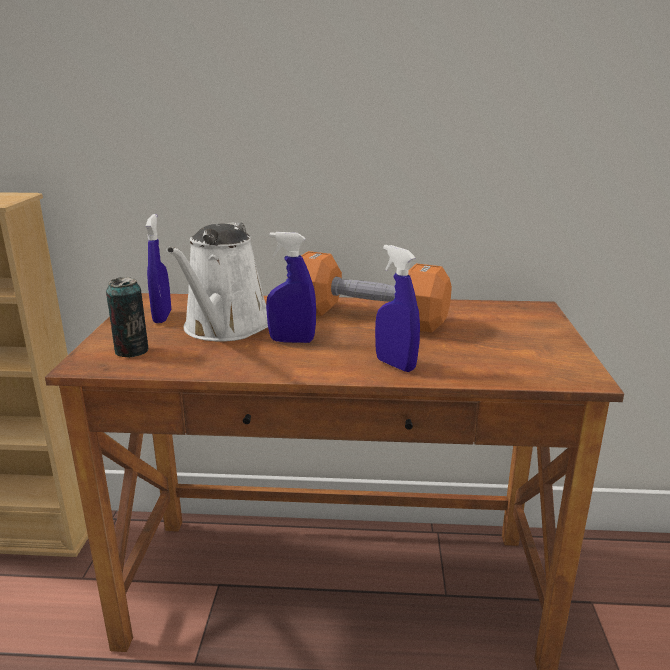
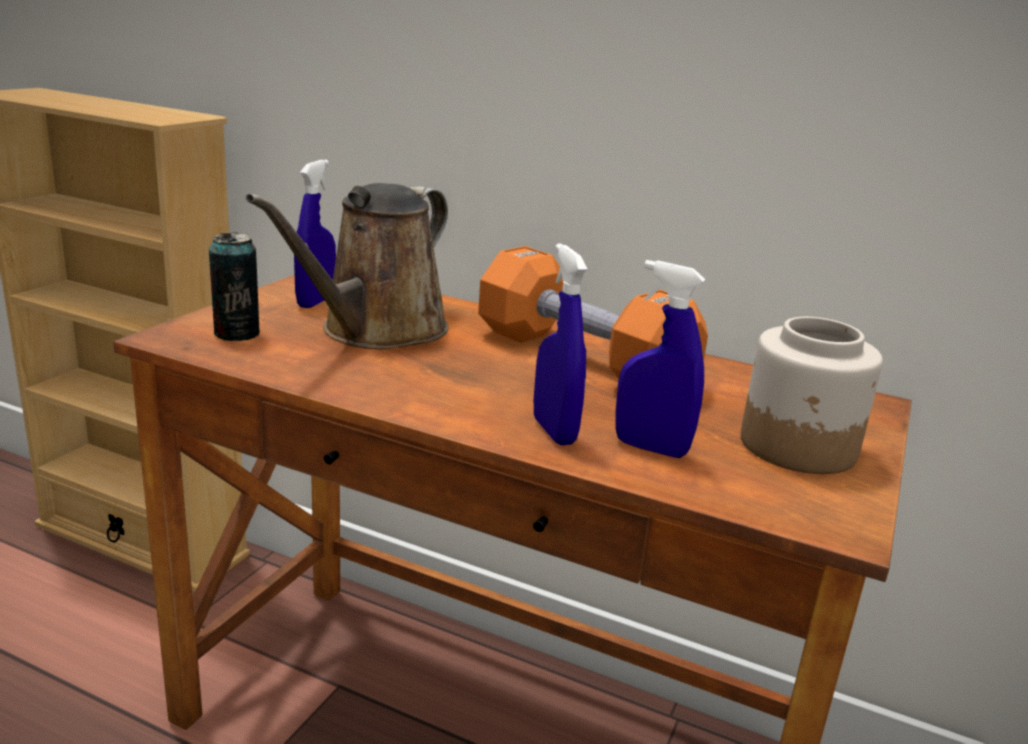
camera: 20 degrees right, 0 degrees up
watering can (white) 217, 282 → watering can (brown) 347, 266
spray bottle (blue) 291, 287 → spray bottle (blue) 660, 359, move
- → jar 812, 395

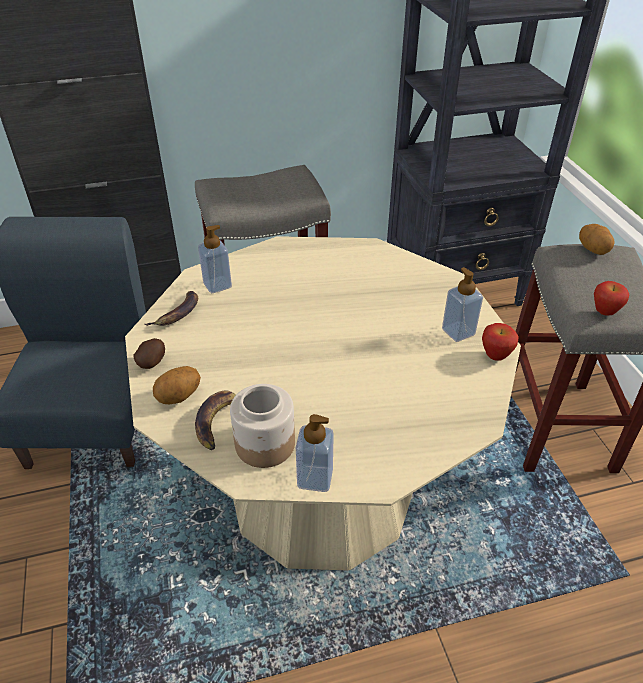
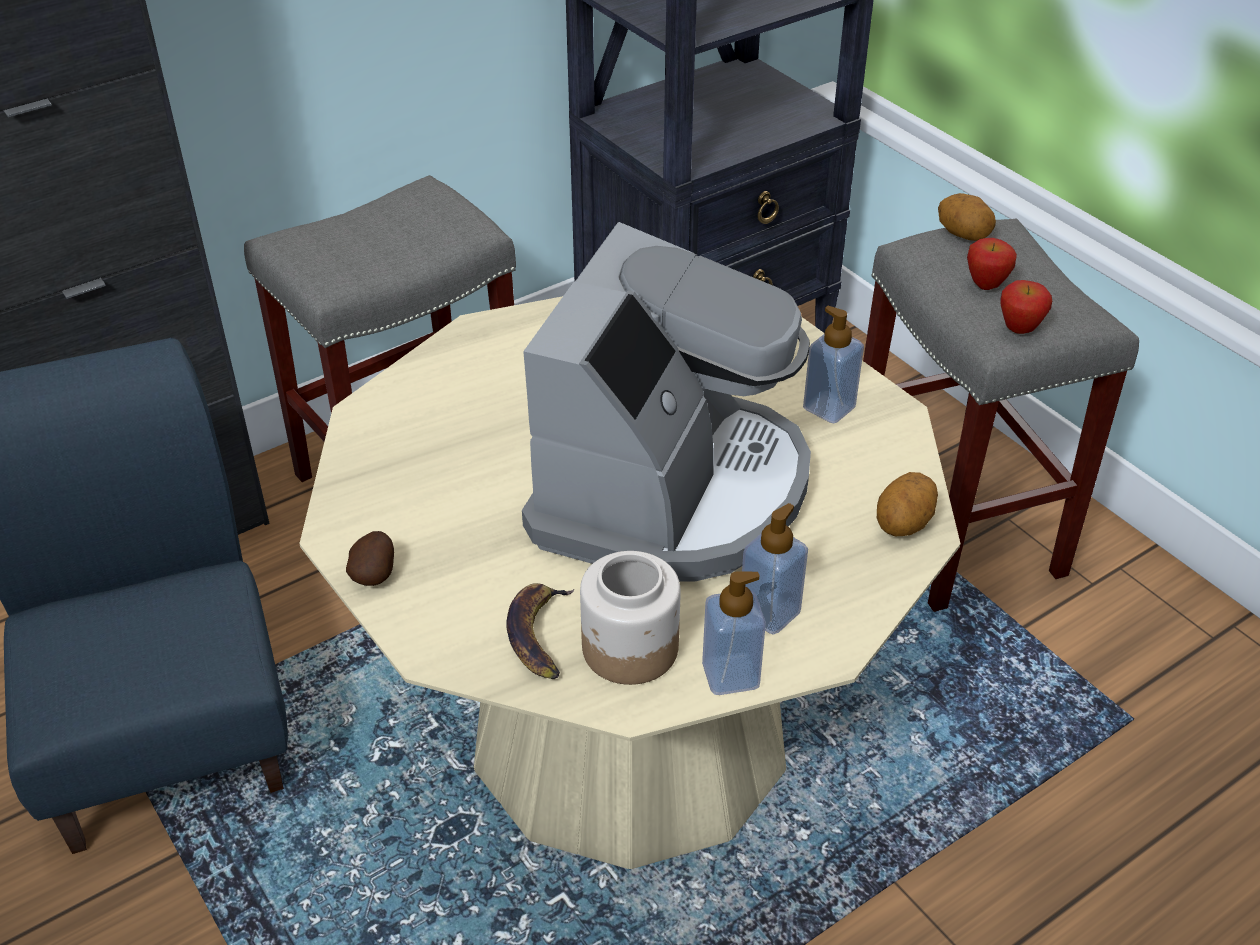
camera: 20 degrees left, 0 degrees up
banana 171, 308 → -
potato 177, 385 → potato 907, 504, move
soap dispenser 215, 259 → soap dispenser 775, 569, move
apple 500, 342 → apple 992, 264, move
- → coffee machine 666, 402

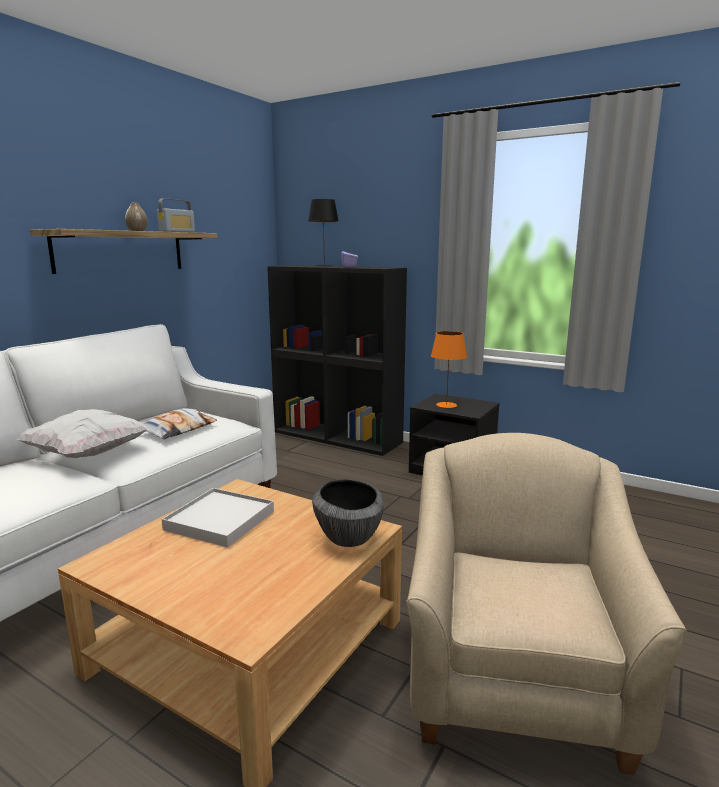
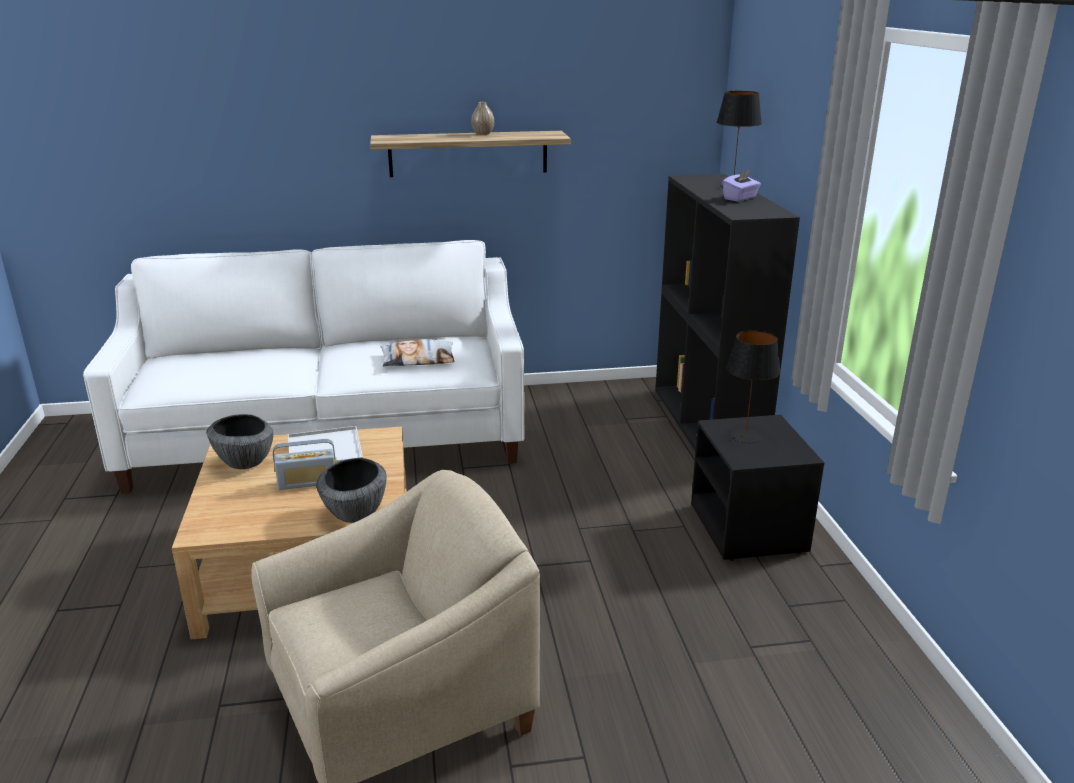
camera: 50 degrees right, 10 degrees up
pillow (white) 83, 433 → -
radio 176, 215 → radio 305, 464, move
table lamp (orange) 449, 369 → table lamp (black) 753, 386
- → bowl 239, 441

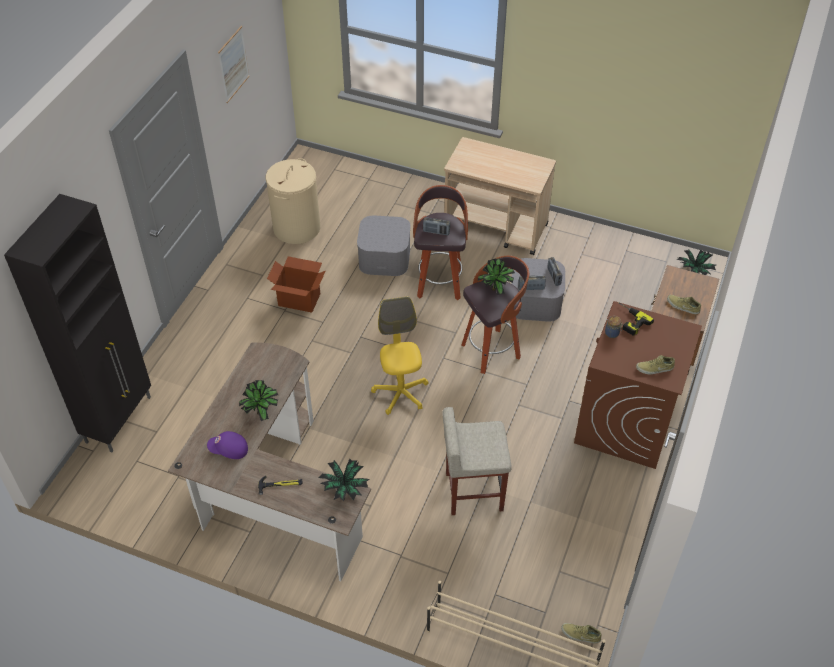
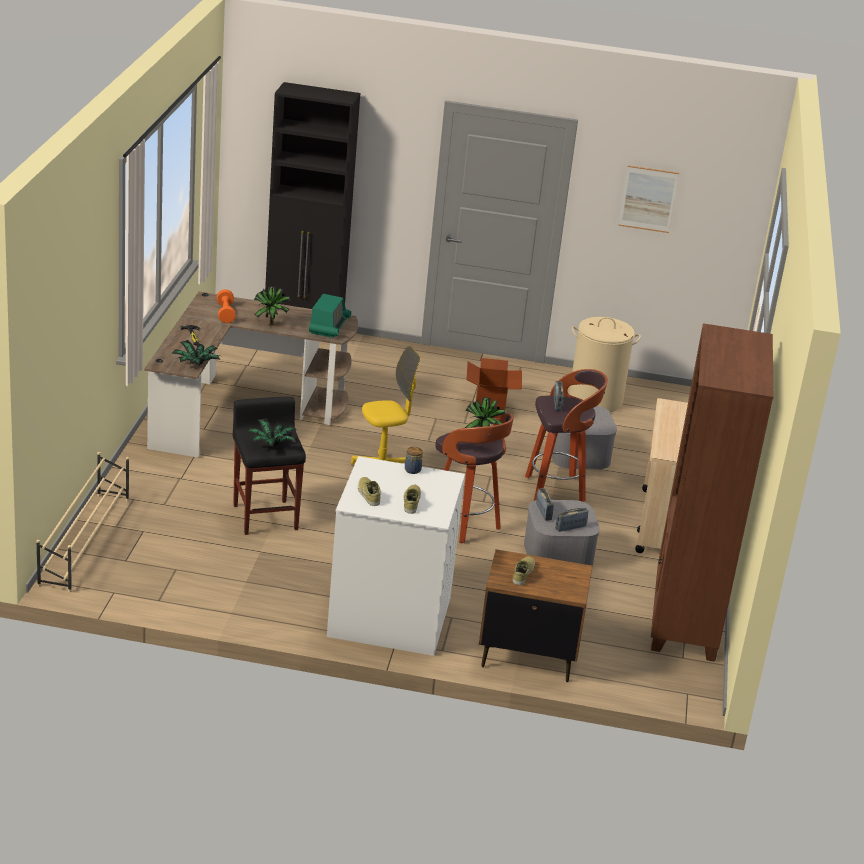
camera: 75 degrees right, 20 degrees down
cap (purple) 227, 445 → dumbbell (orange) 226, 306
stool (beige) 477, 461 → stool (black) 269, 466
shoe (beige) 581, 633 → shoe (beige) 412, 499, move
washing machine (brown) 638, 385 → washing machine (white) 396, 556
power drill 636, 319 → -
potted plant 696, 262 → potted plant 272, 432, move
- → radio 330, 316
- → bookcase (brown) 712, 492

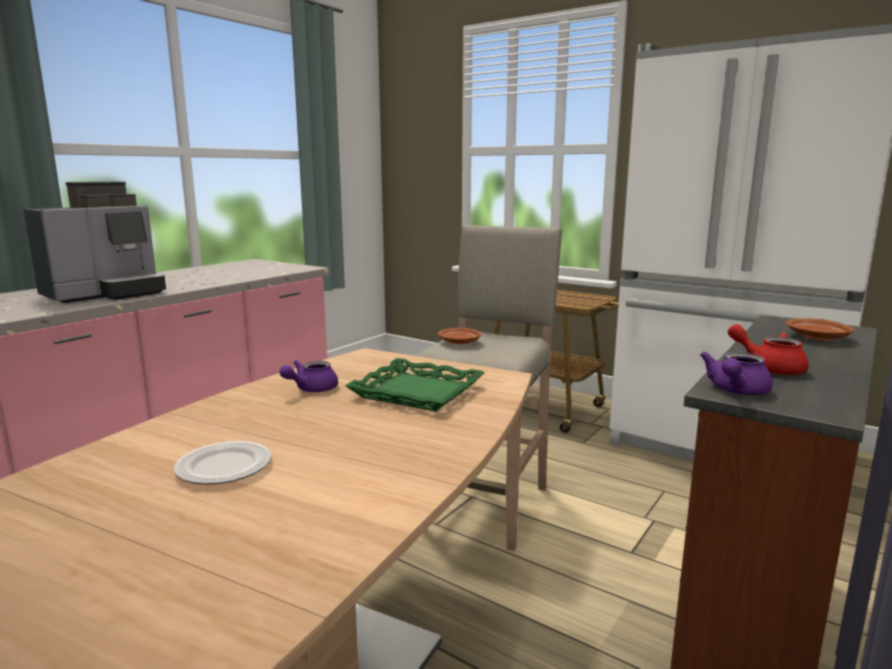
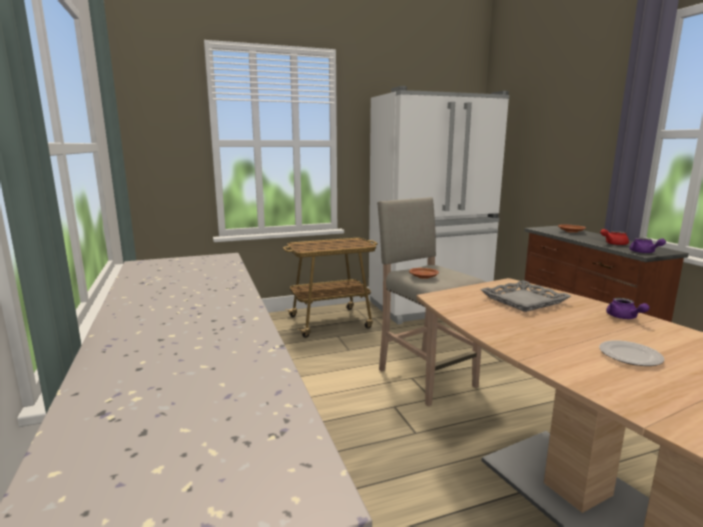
camera: 55 degrees left, 0 degrees up
coffee machine 94, 242 → -
teapot (purple) 309, 376 → teapot (purple) 628, 308, move
tray (green) 415, 384 → tray (grey) 526, 296

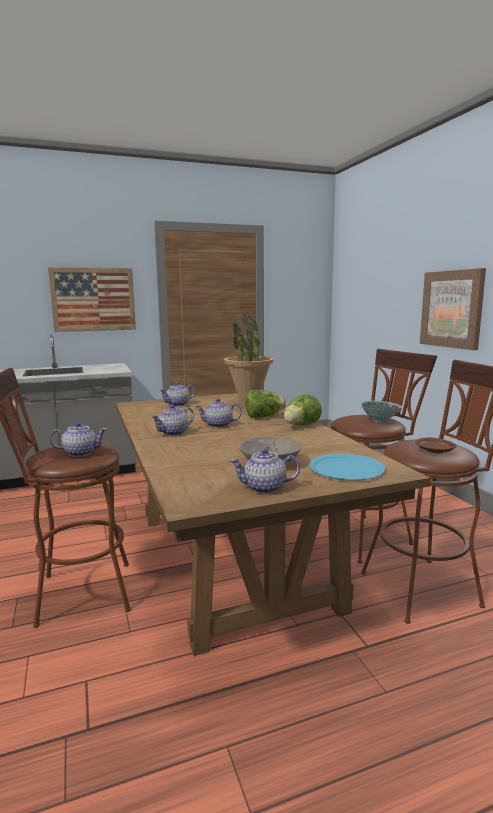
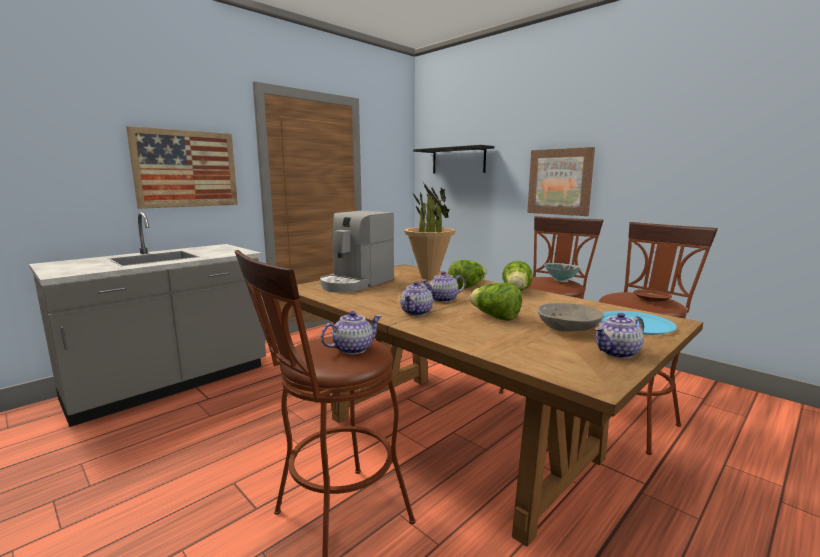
camera: 25 degrees left, 0 degrees up
teapot 177, 394 → coffee machine 357, 252
- → shelf (black) 453, 159
- → lettuce 496, 302

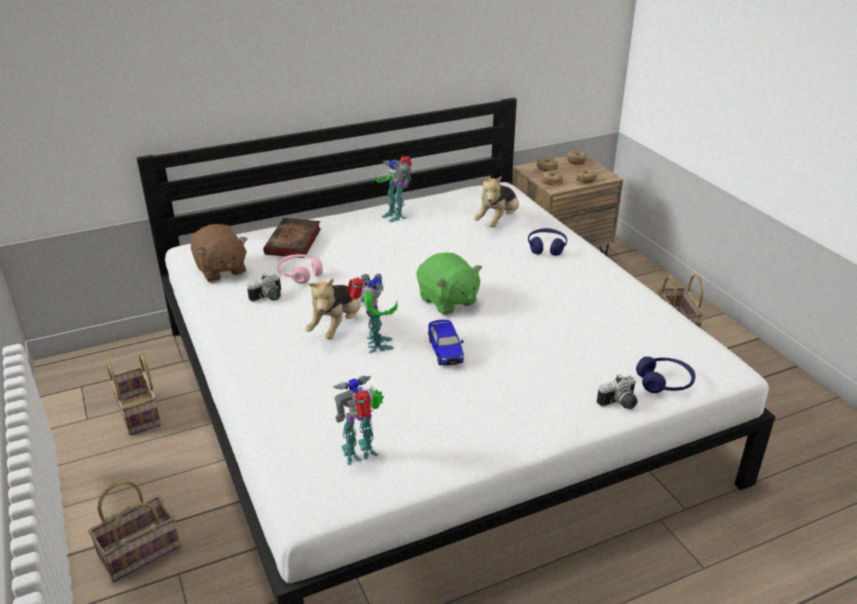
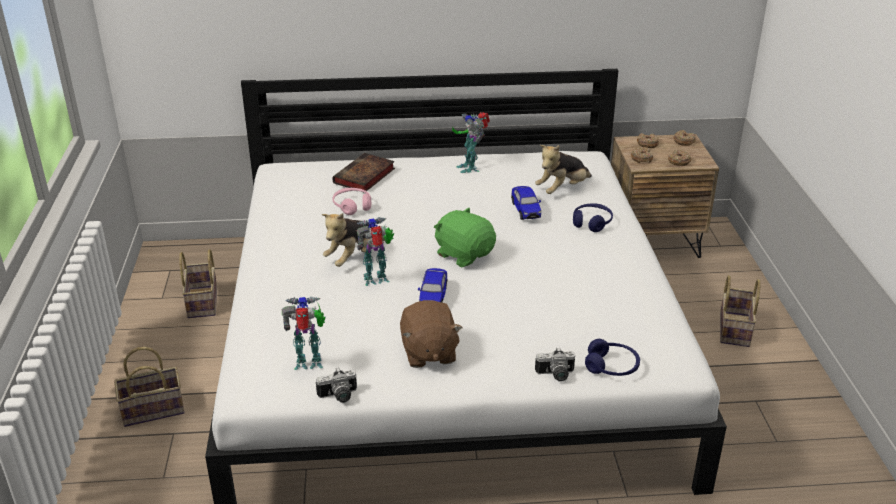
camera: 20 degrees right, 0 degrees up
plush toy (brown) 219, 253 → plush toy (brown) 431, 334, move
photo camera 264, 287 → photo camera 336, 385, move
toy robot 372, 313 → toy robot 375, 251, 120 degrees counterclockwise
plush toy (green) 449, 283 → plush toy (green) 465, 237, 150 degrees clockwise
- → toy car 526, 203

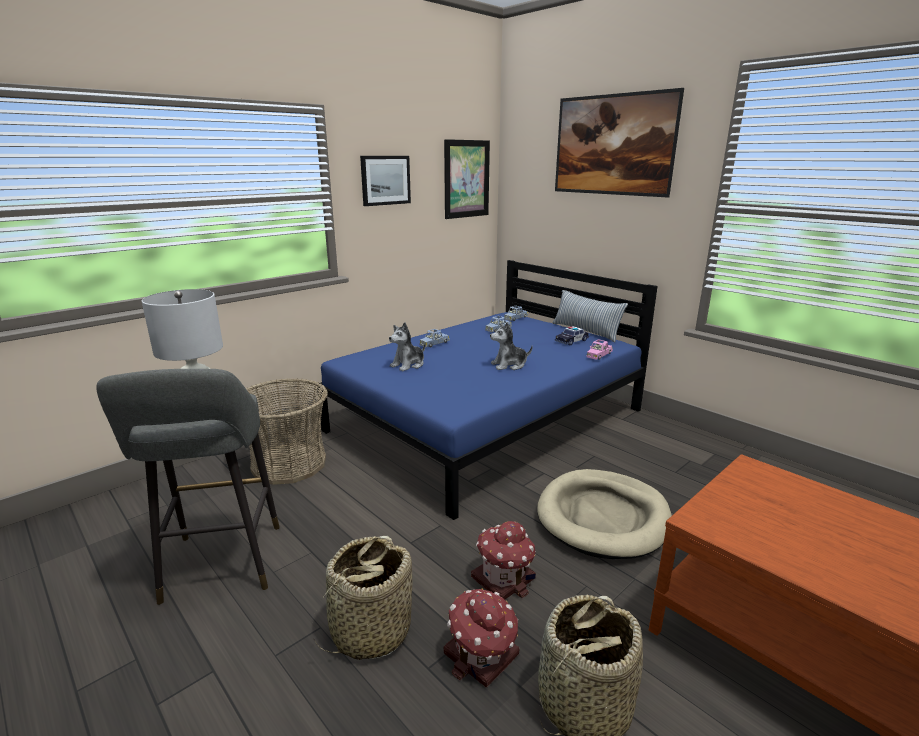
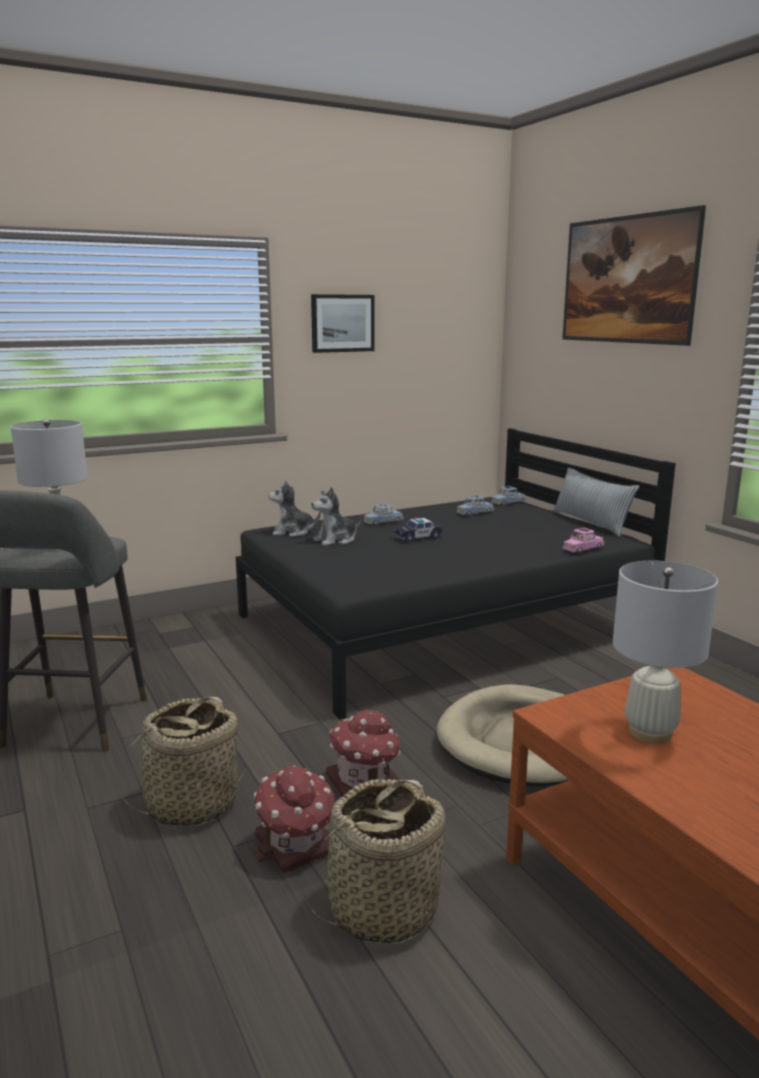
camera: 15 degrees right, 5 degrees down
basket 287, 431 → -
bed (blue) 487, 390 → bed (black) 456, 574
picture 467, 179 → -
plush toy 511, 346 → plush toy 294, 508, move
toy car 572, 335 → toy car 418, 529, move
- → table lamp (white) 665, 652

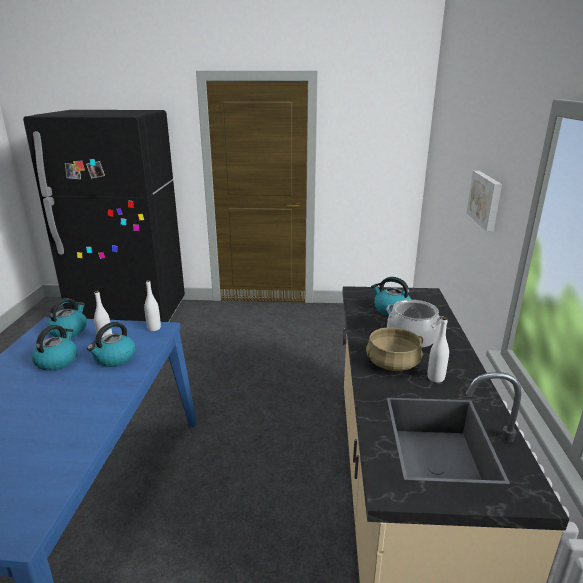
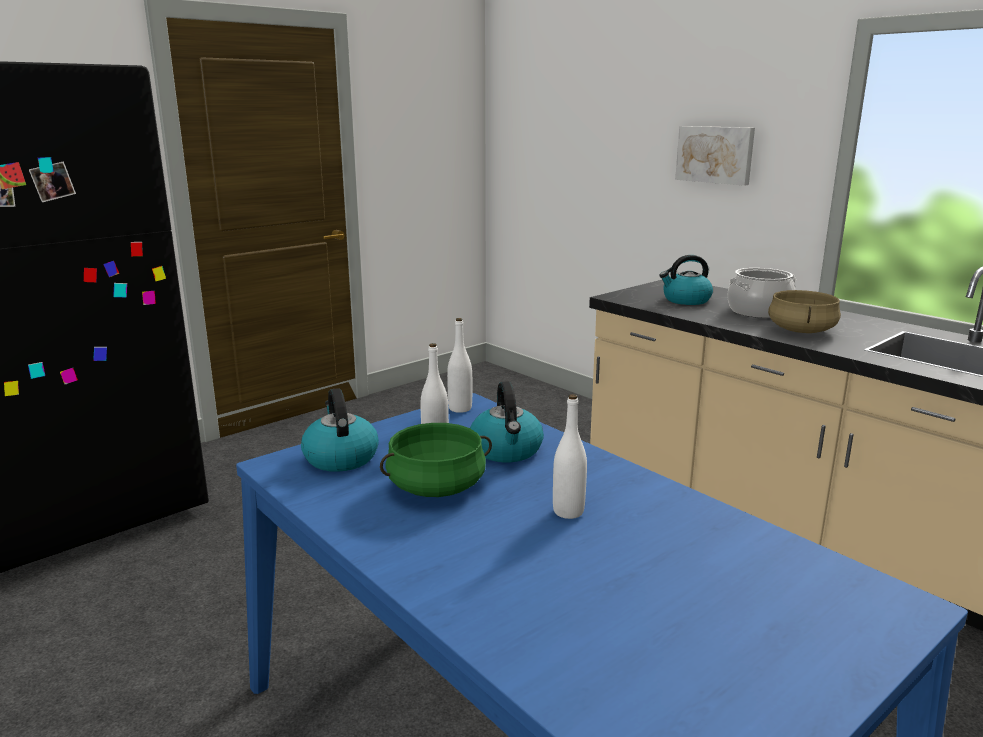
camera: 45 degrees left, 5 degrees down
kettle 54, 348 → cooking pot (green) 436, 460
bottle (white) 438, 350 → bottle (white) 570, 456, move

